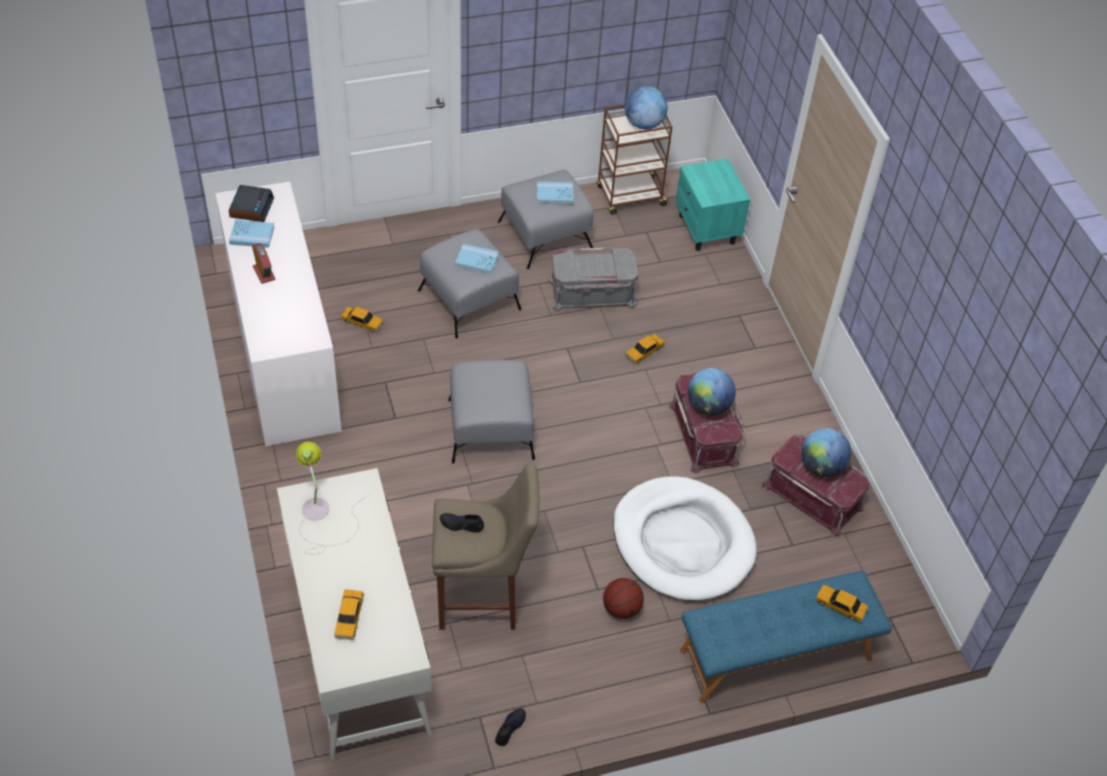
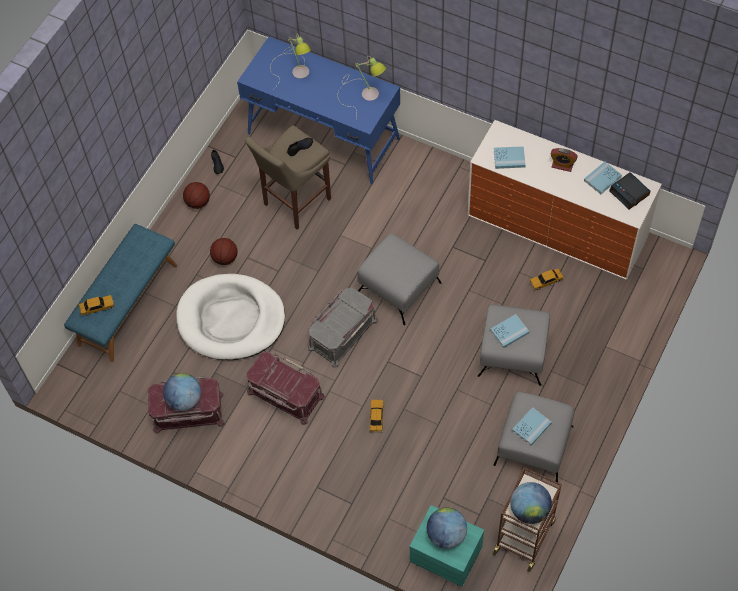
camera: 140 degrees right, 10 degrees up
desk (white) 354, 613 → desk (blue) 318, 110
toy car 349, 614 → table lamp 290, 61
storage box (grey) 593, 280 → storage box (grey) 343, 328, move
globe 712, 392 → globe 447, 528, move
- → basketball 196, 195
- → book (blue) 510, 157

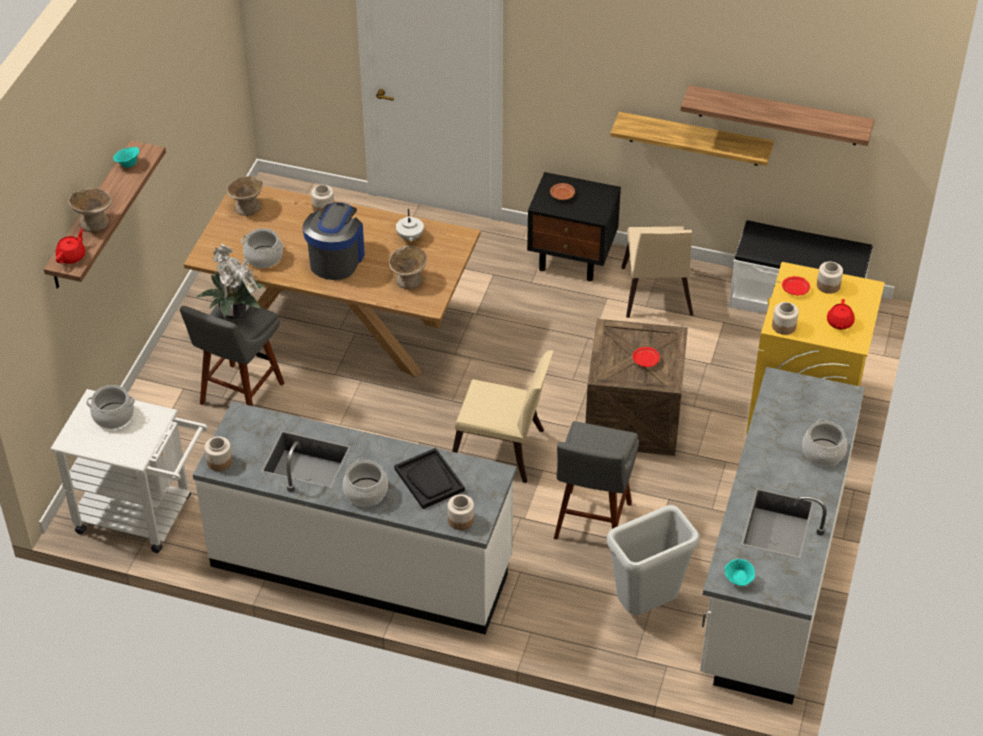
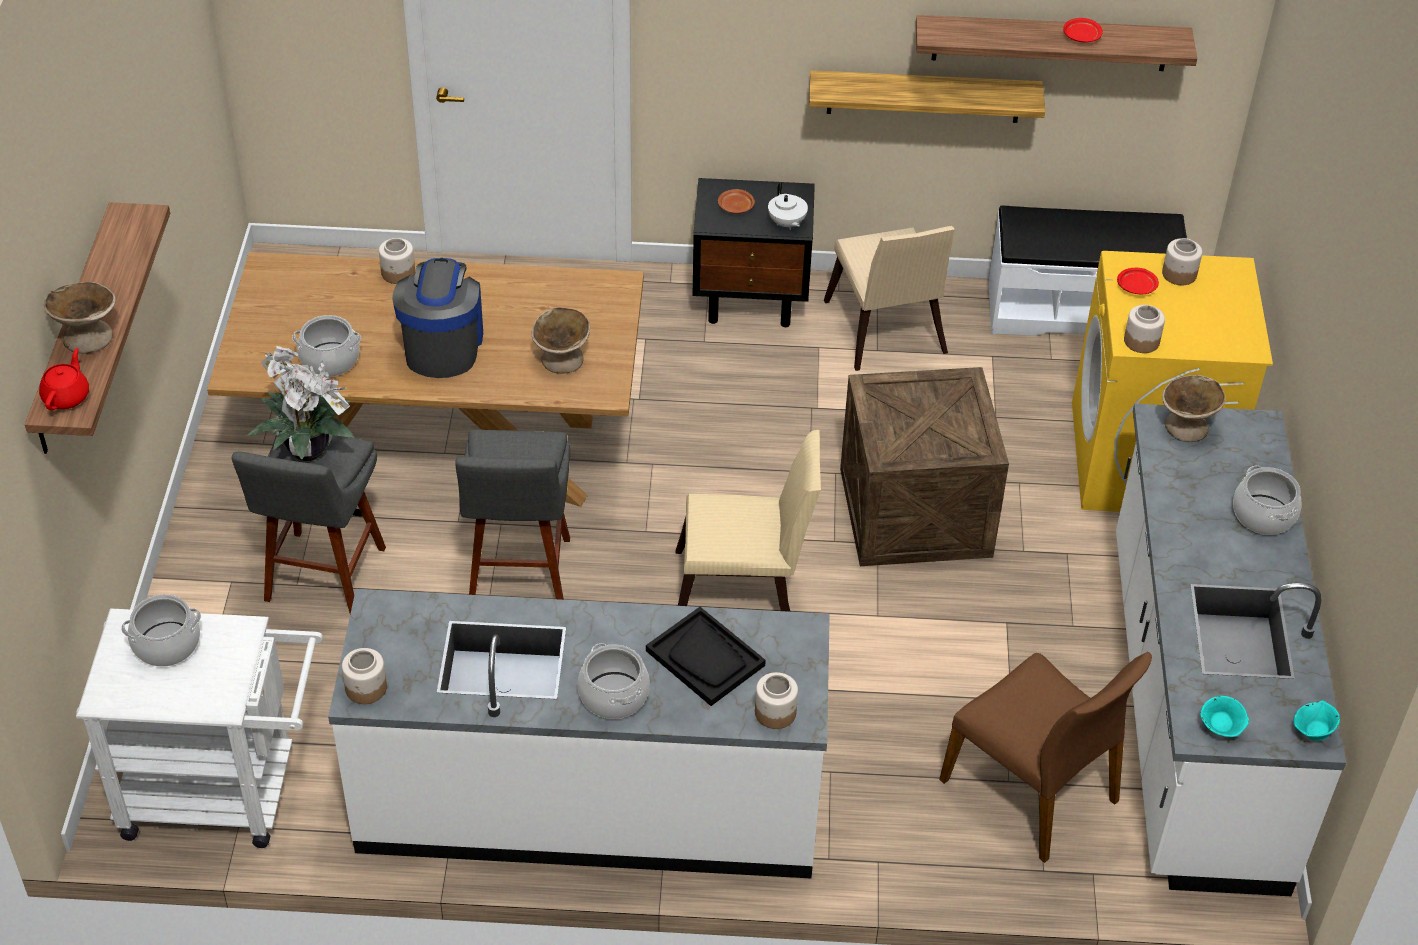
camera: 15 degrees left, 0 degrees up
bowl (turquoise) 126, 157 → bowl (turquoise) 1316, 720, move
bowl (beige) 245, 196 → bowl (beige) 1194, 408, move
teapot (white) 410, 225 → teapot (white) 788, 206, move
stool (grey) 596, 480 → stool (grey) 512, 515, move
trash can (grey) 653, 560 → chair (brown) 1045, 757
plate (red) 646, 357 → plate (red) 1083, 30, move
teapot (red) 841, 314 → -

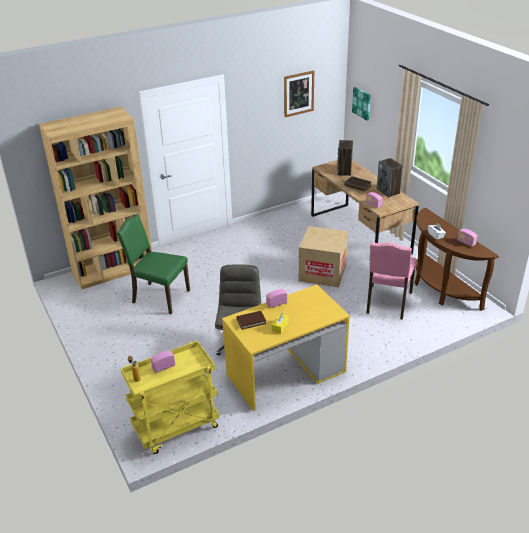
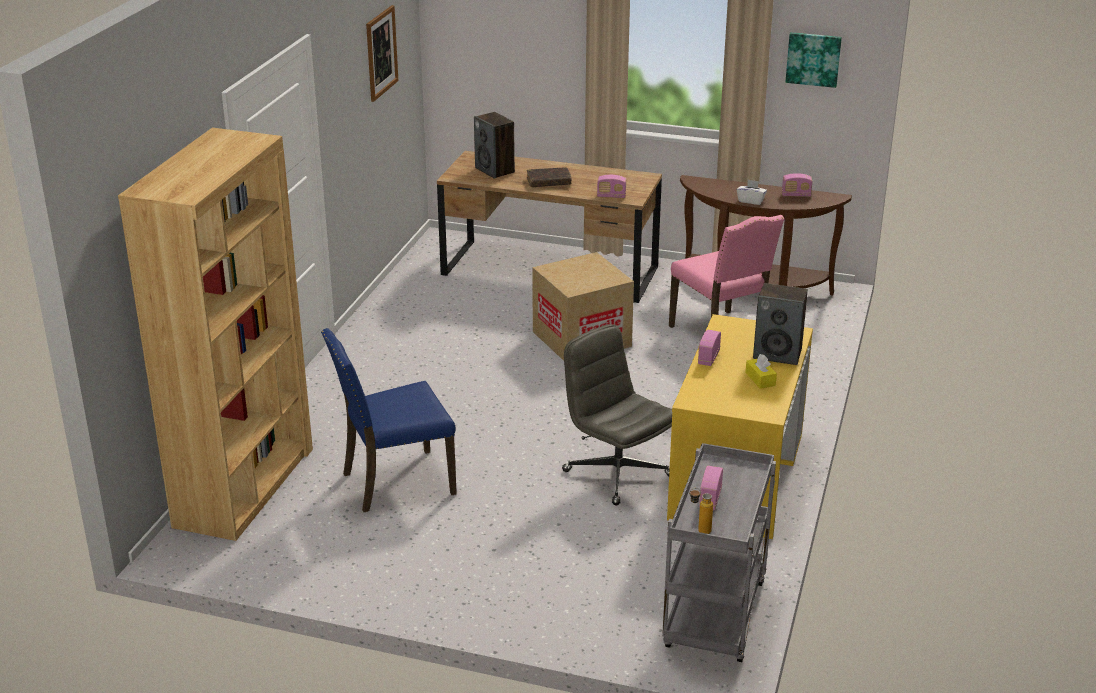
camera: 45 degrees left, 5 degrees down
chair (green) 153, 264 → chair (blue) 389, 420
cart (yellow) 170, 397 → cart (grey) 719, 552
book (brown) 252, 320 → -
picture 361, 104 → picture 813, 60, move
speaker 390, 177 → speaker 780, 324, move

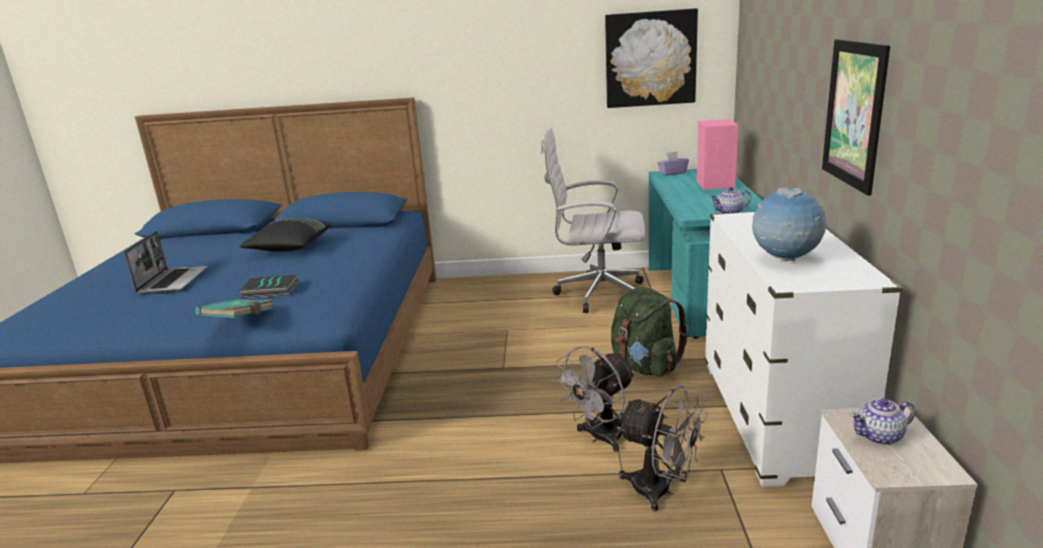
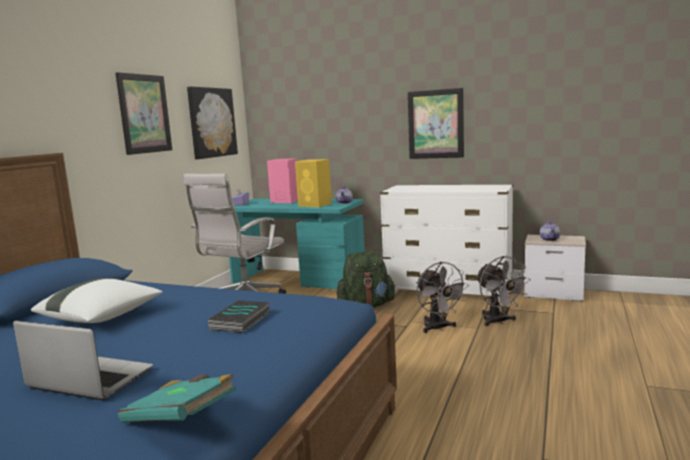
camera: 70 degrees left, 10 degrees down
book (turquoise) 234, 308 → book (turquoise) 177, 398, move
pillow (black) 285, 234 → pillow (white) 97, 300
fan (grey) 662, 448 → fan (grey) 503, 291, 105 degrees clockwise
globe 790, 225 → -
- → picture 143, 113
- → speaker (yellow) 313, 183

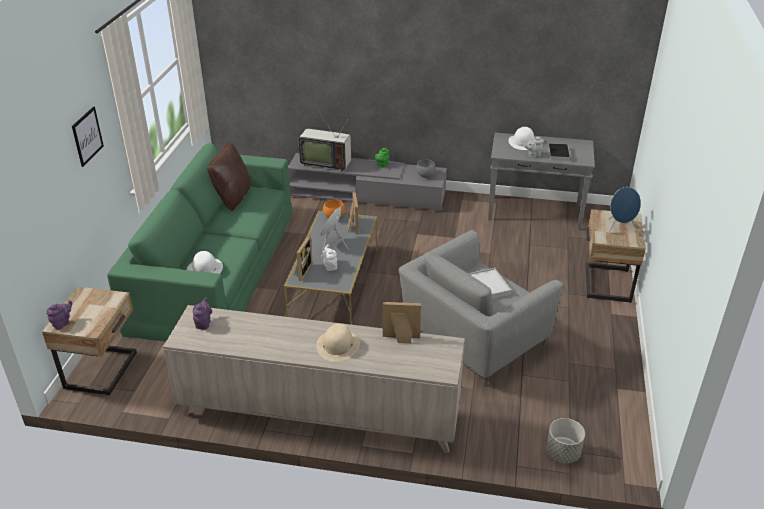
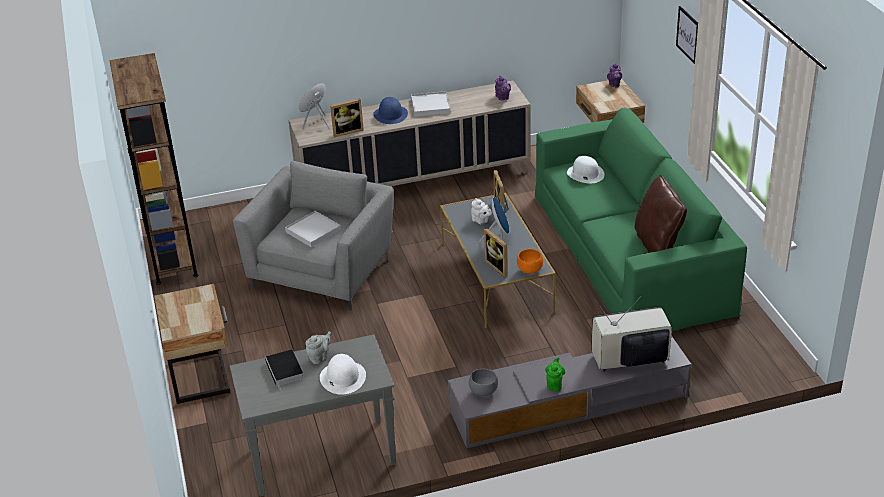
camera: 155 degrees right, 0 degrees up
hat (beige) 338, 342 → hat (blue) 390, 110
planter (grey) 565, 440 → -
speaker (blue) 624, 210 → speaker (blue) 314, 106, move
- → bookcase (brown) 154, 169
- → tray (white) 430, 103

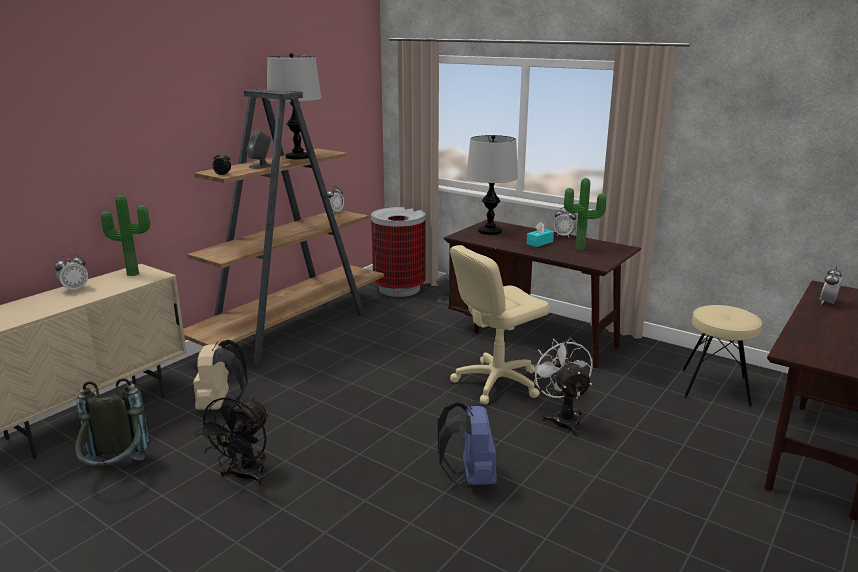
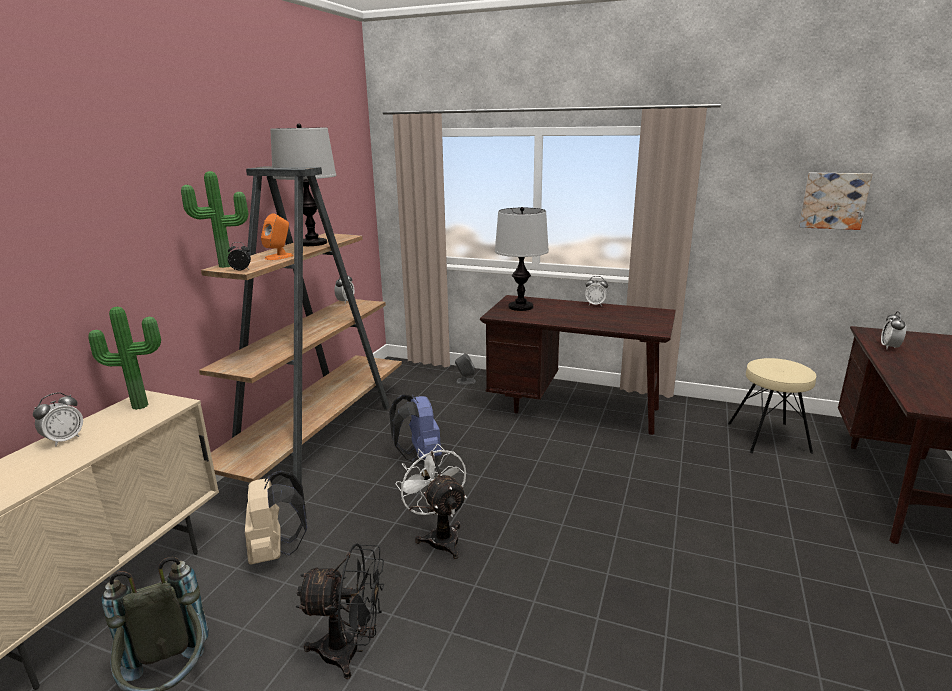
camera: 15 degrees left, 0 degrees up
fan (black) 232, 441 → fan (black) 340, 611, 90 degrees counterclockwise
speaker (grey) 259, 149 → speaker (orange) 277, 236
trash can 398, 252 → -
backpack (blue) 467, 443 → backpack (blue) 415, 428, move
office chair (beige) 500, 324 → -
tissue box (turquoise) 540, 234 → -
fan (white) 562, 387 → fan (white) 431, 501, move
potted plant 585, 214 → potted plant 214, 219, move
- → picture 835, 201

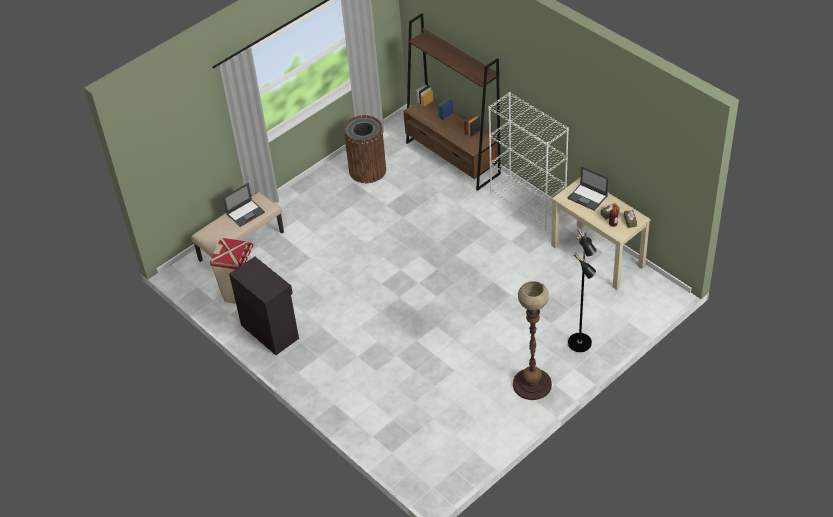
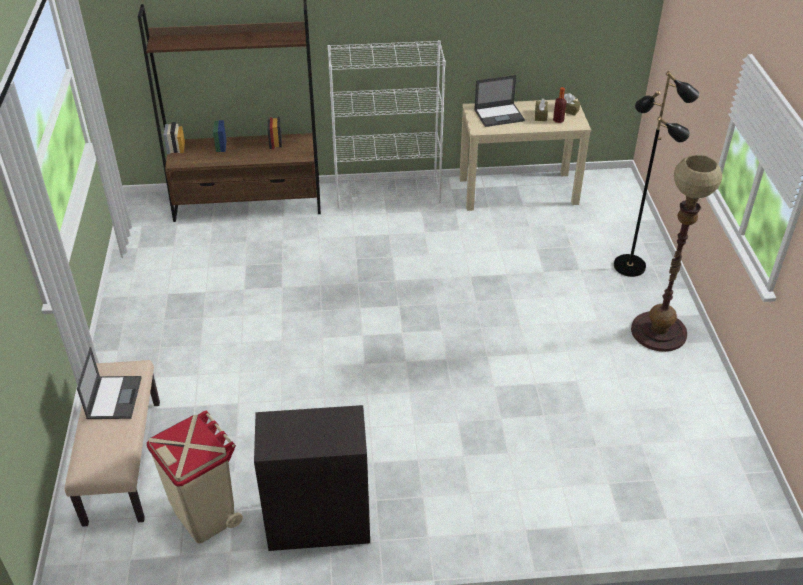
camera: 55 degrees left, 5 degrees down
trash can (brown) 365, 149 → -

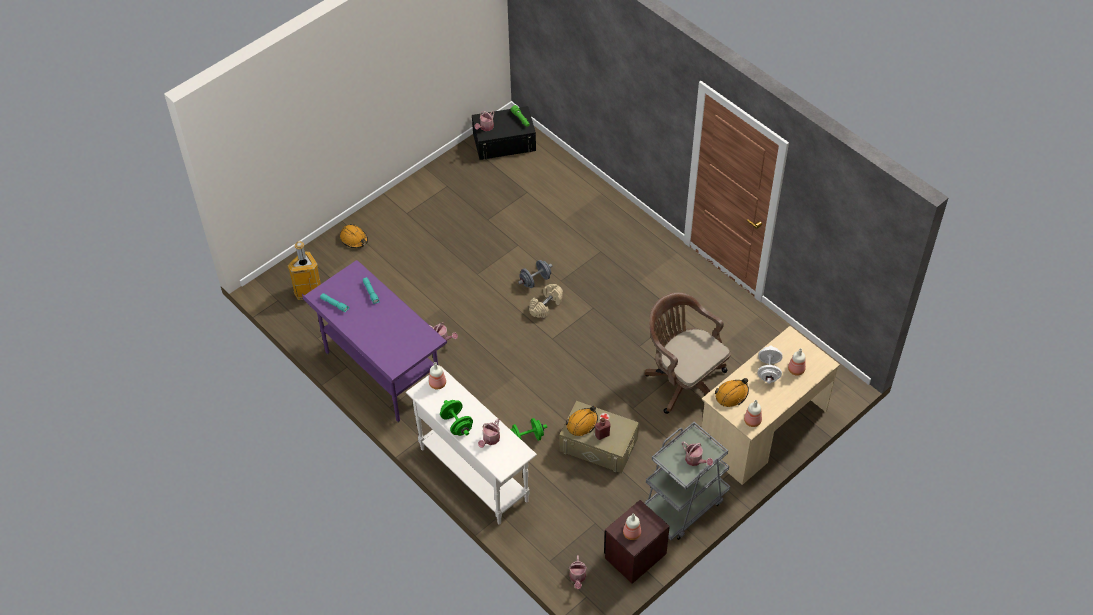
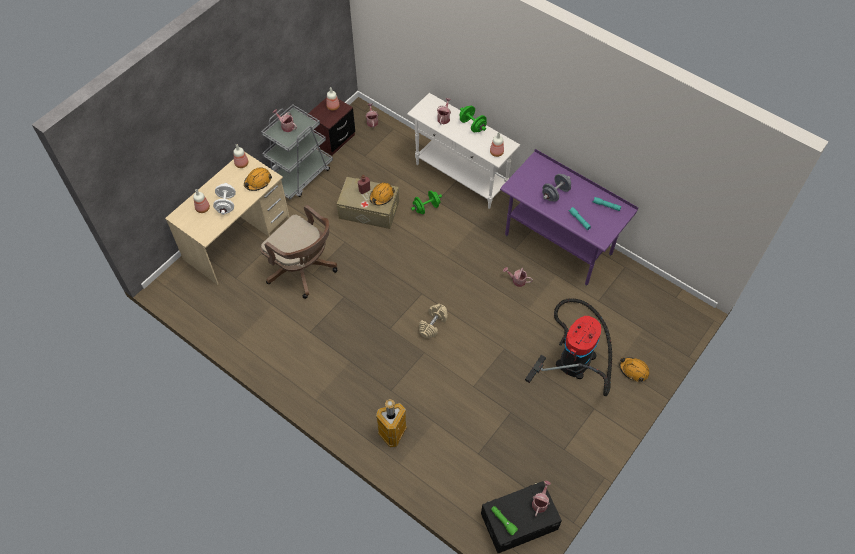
camera: 170 degrees right, 5 degrees up
trash can 304, 270 → trash can 391, 423, move
dumbbell (grey) 535, 274 → dumbbell (grey) 556, 188, move
- → vacuum cleaner 568, 347

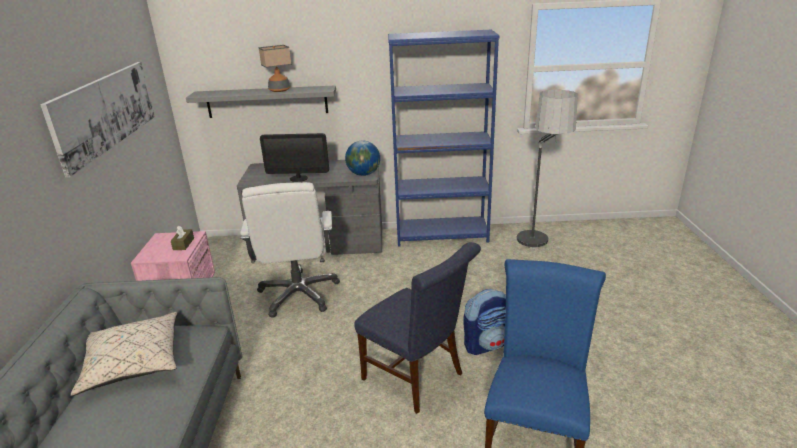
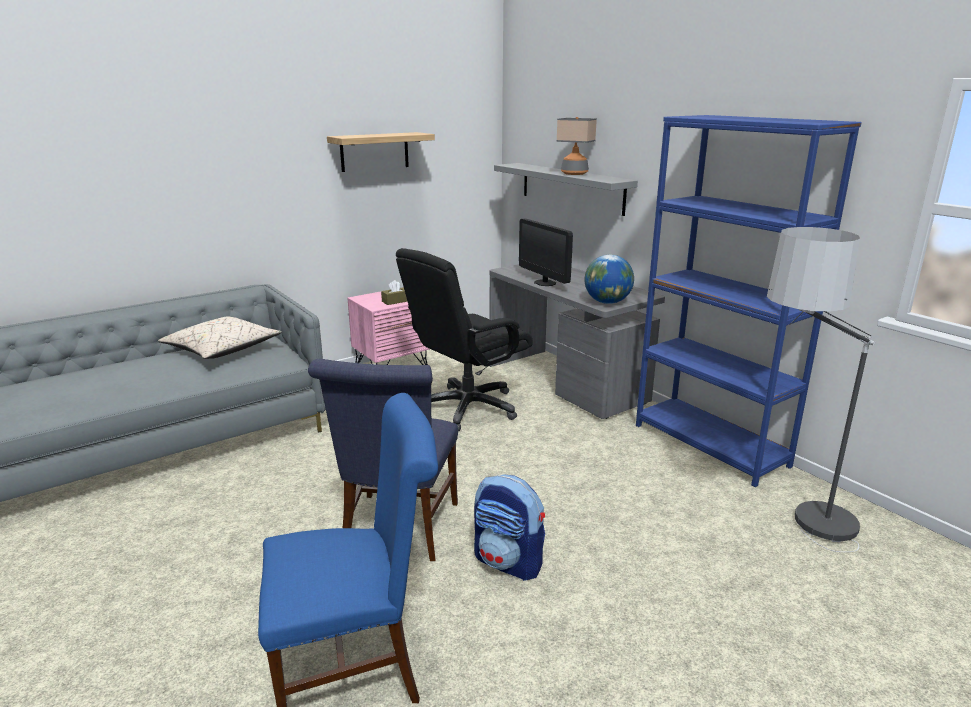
camera: 55 degrees right, 5 degrees down
picture 97, 119 → shelf 381, 152
office chair (white) 290, 250 → office chair (black) 464, 339

